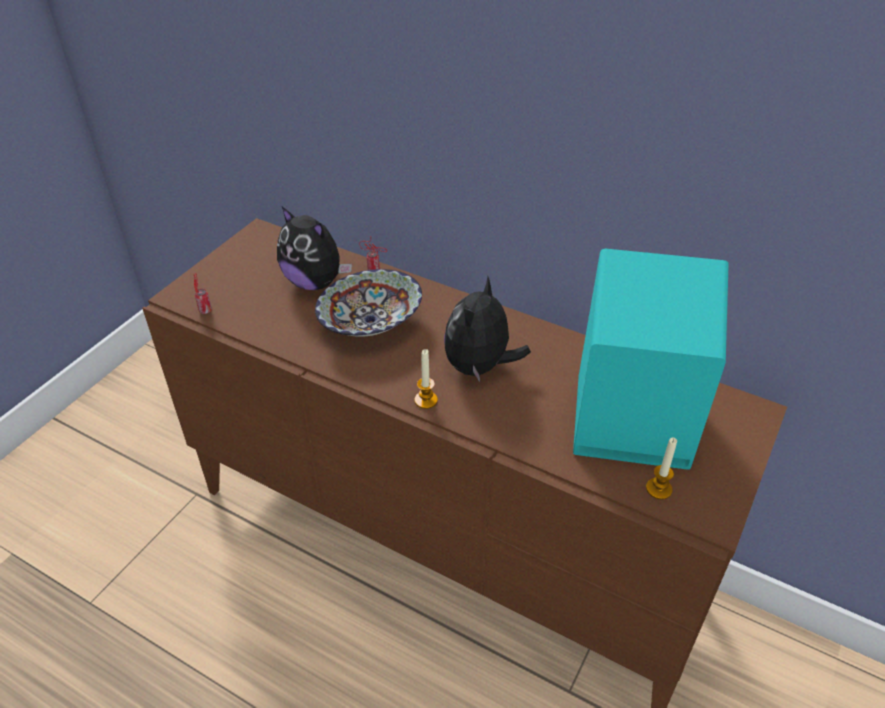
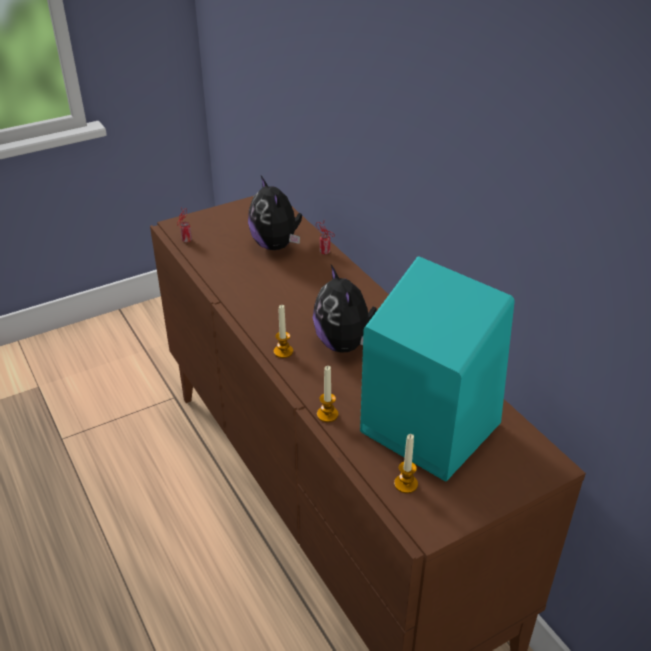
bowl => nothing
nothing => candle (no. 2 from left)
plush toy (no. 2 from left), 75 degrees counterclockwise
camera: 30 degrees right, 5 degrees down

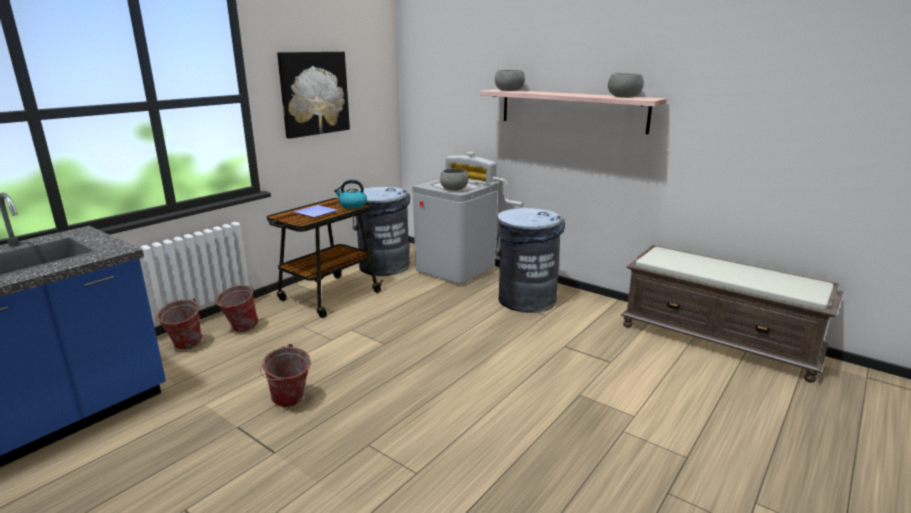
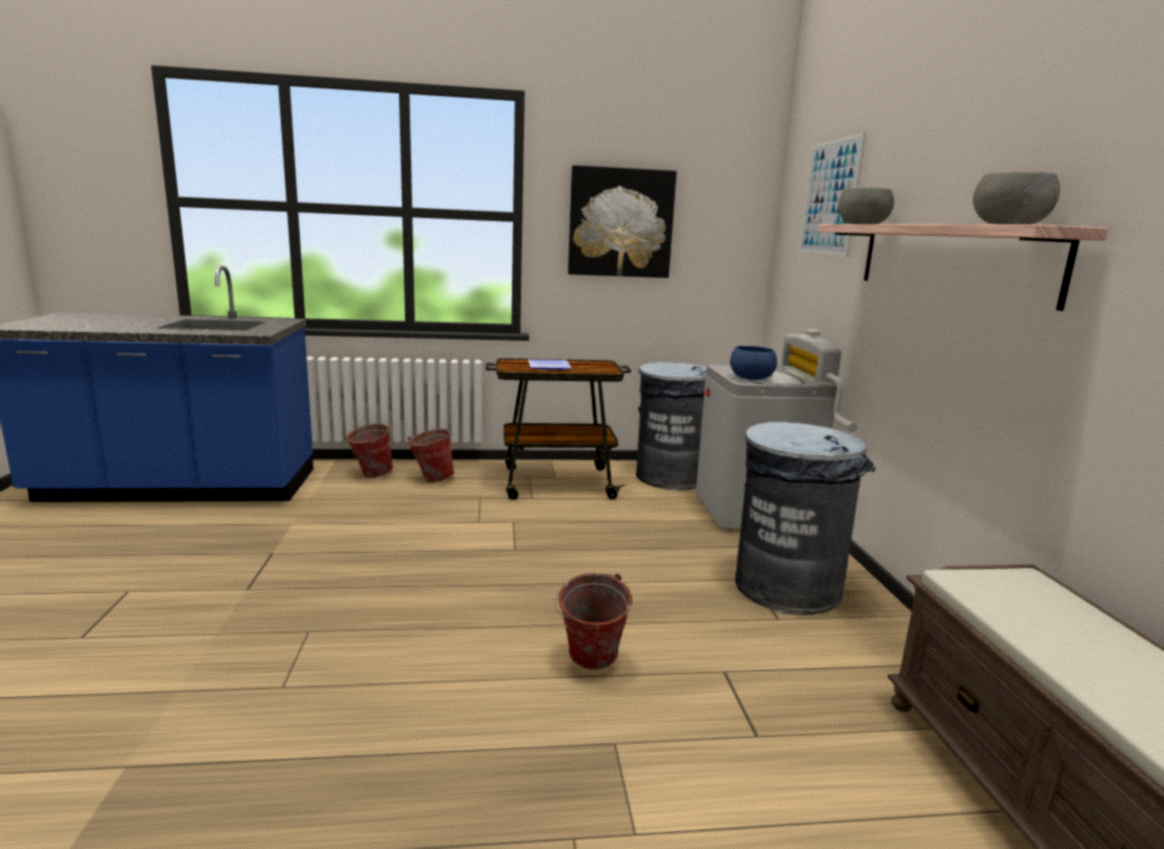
kettle => nothing
nothing => picture (no. 2 from left)
bucket (no. 3 from left), shifted
bowl in grey (no. 1 from left) => bowl in blue
camera: 45 degrees right, 5 degrees down

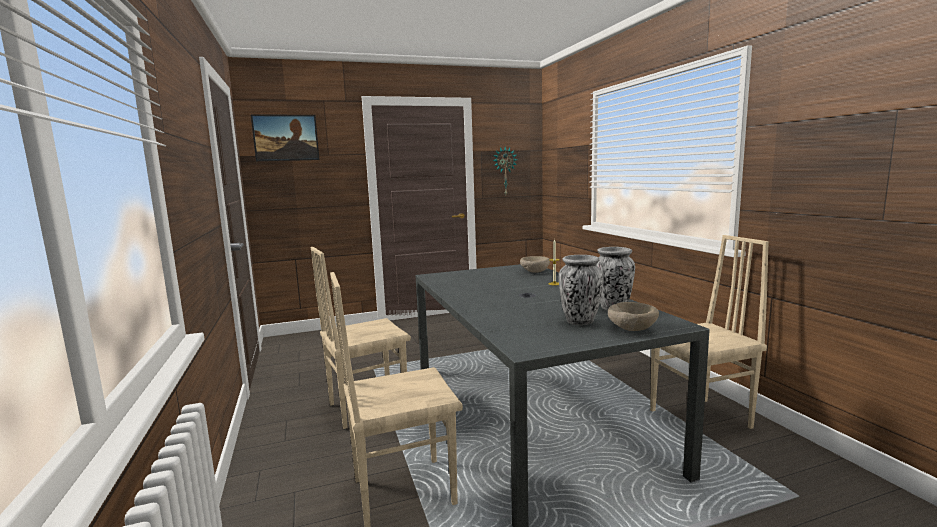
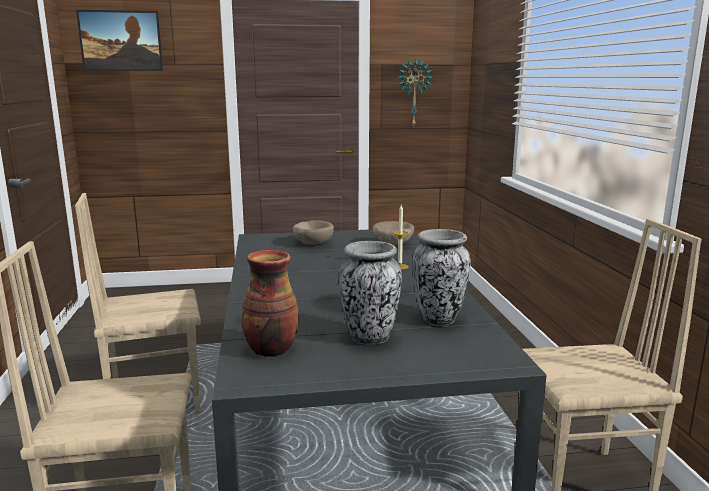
nothing => vase (no. 1 from left)
bowl in beige (no. 2 from left in the first image) => bowl in beige (no. 1 from left), shifted
camera: 10 degrees right, 5 degrees up

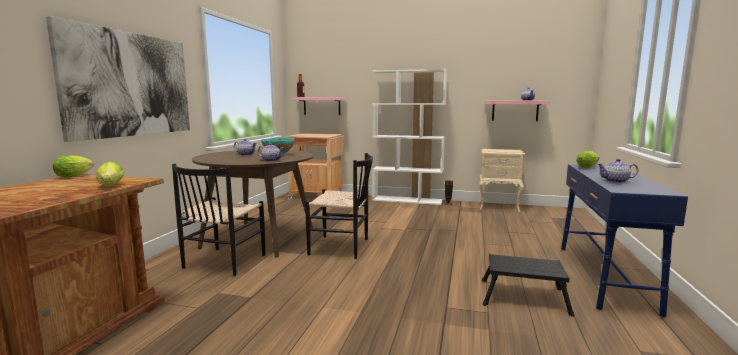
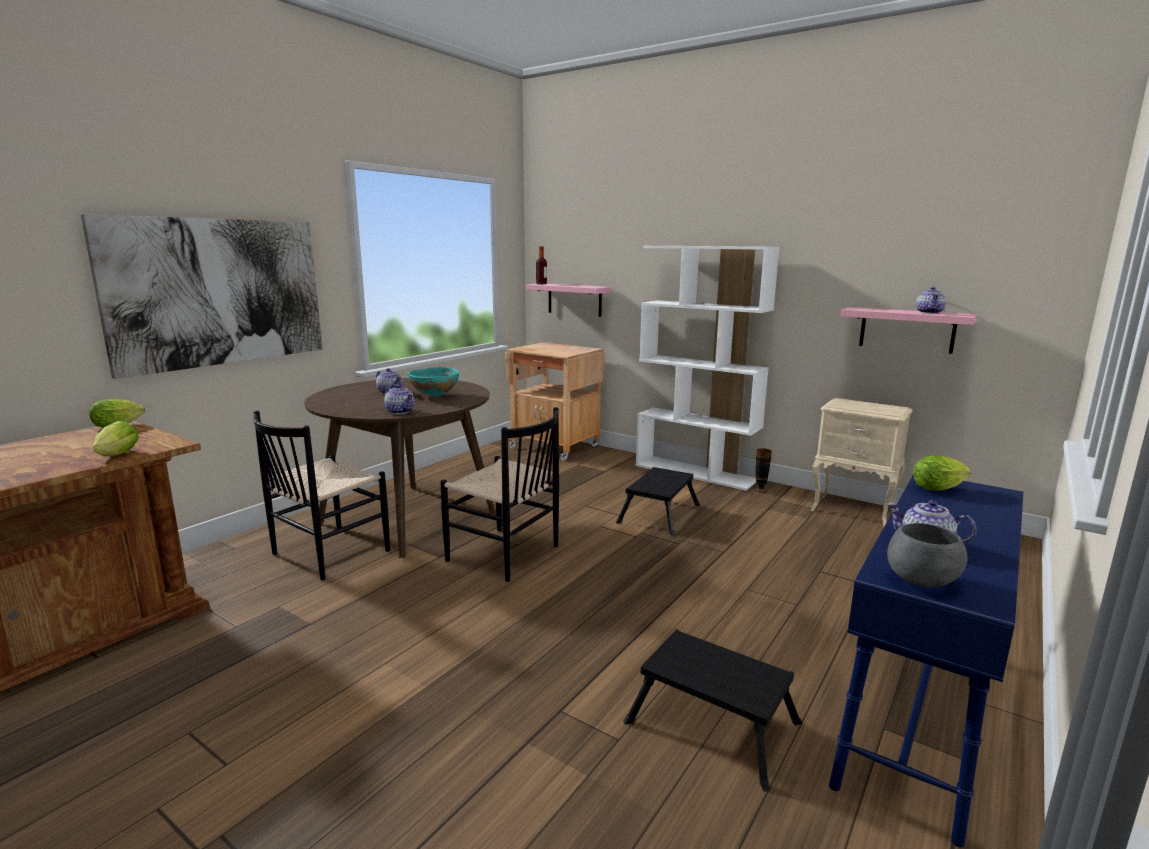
nothing => step ladder in black (no. 1 from left)
nothing => bowl in grey
camera: 20 degrees right, 5 degrees up

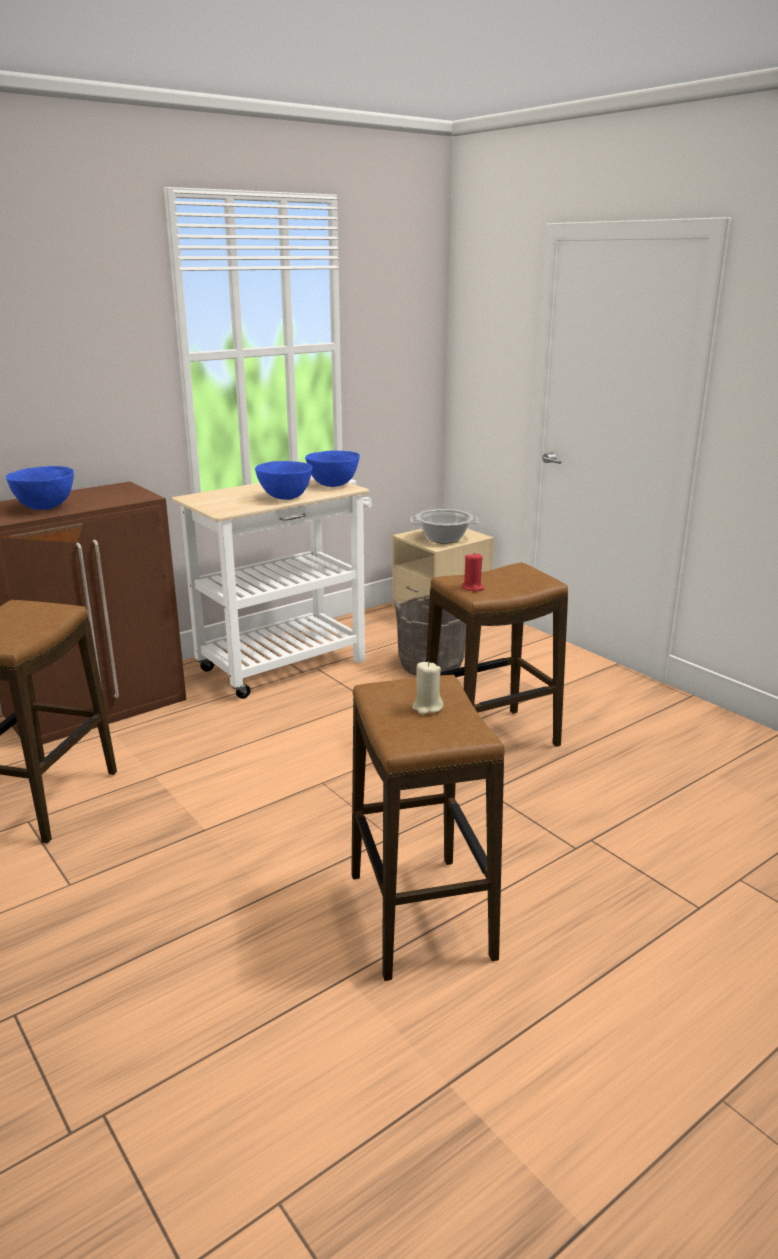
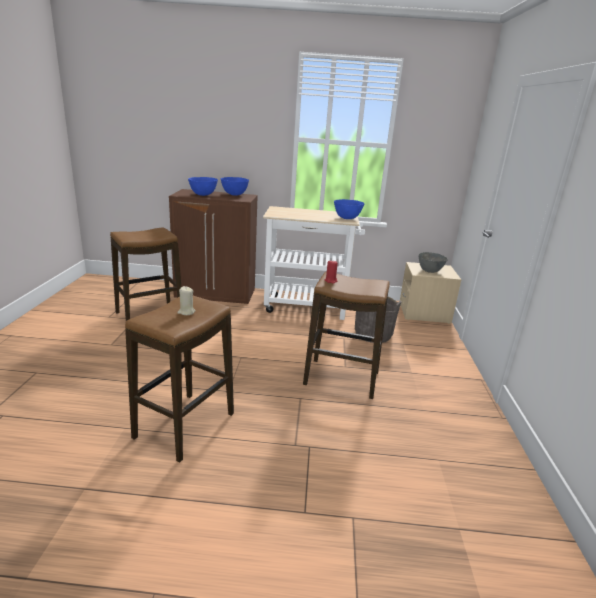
bowl in blue (no. 2 from left), shifted
cooking pot => bowl in grey
camera: 40 degrees right, 0 degrees up

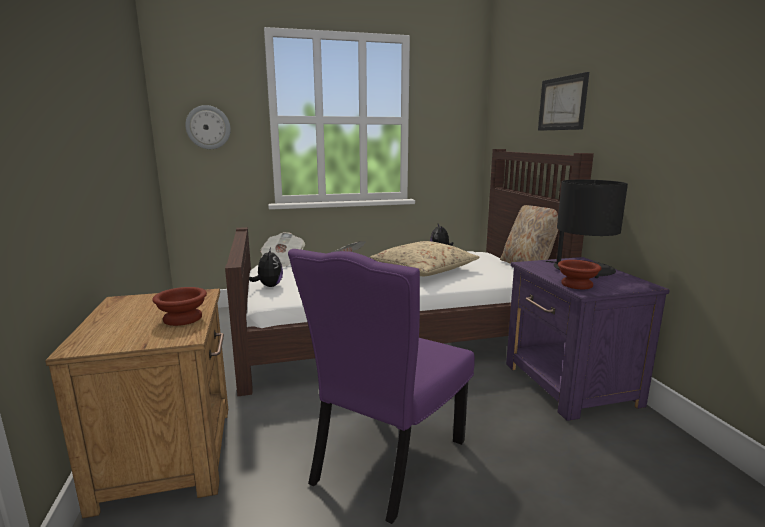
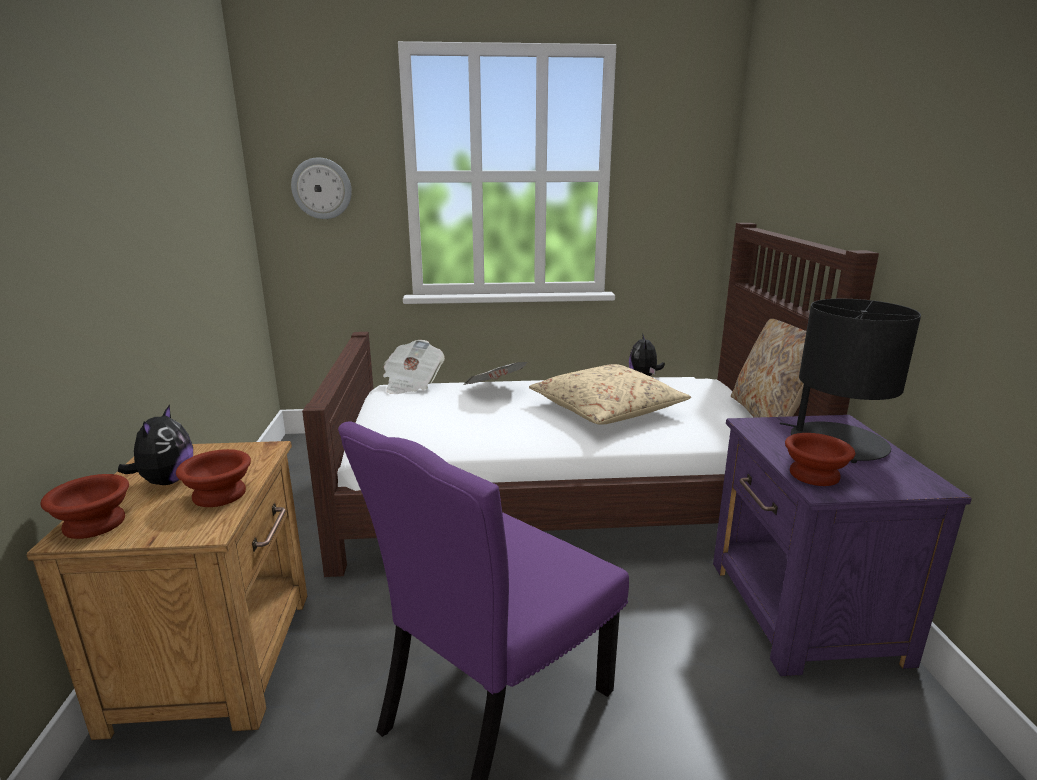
picture => nothing
nothing => bowl in brown (no. 1 from left)
plush toy (no. 1 from left), shifted
camera: 10 degrees right, 5 degrees up

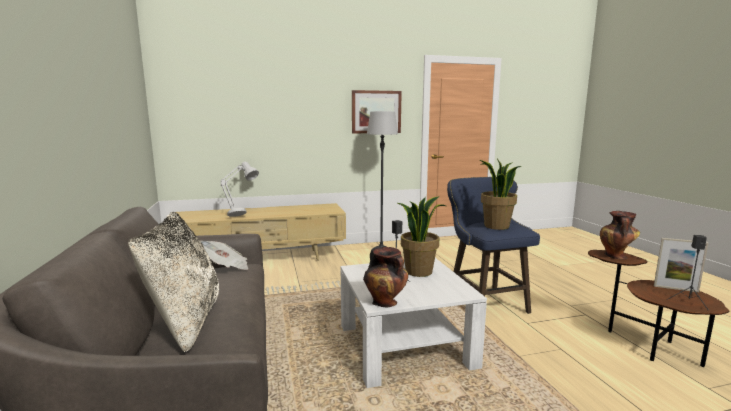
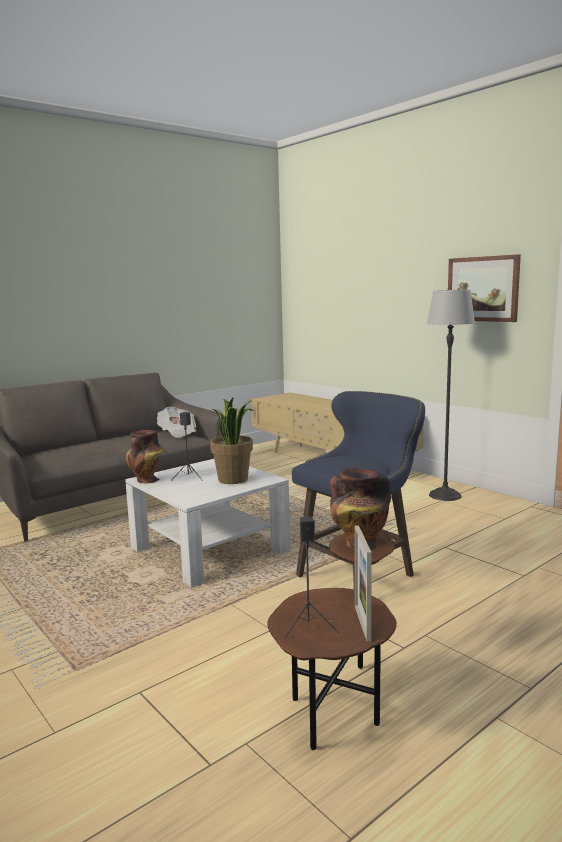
pillow in beige => nothing
table lamp in grey => nothing
potted plant (no. 2 from left) => nothing
camera: 65 degrees right, 0 degrees up

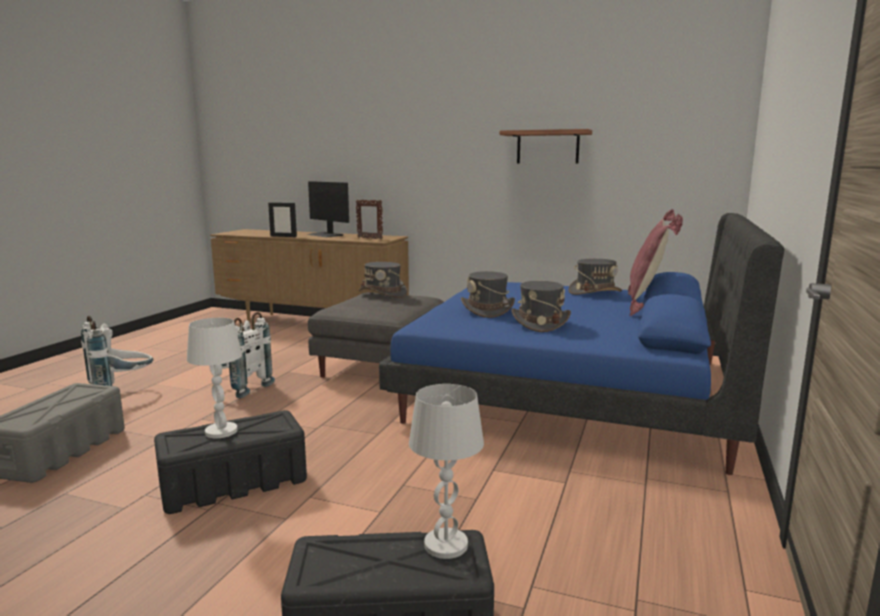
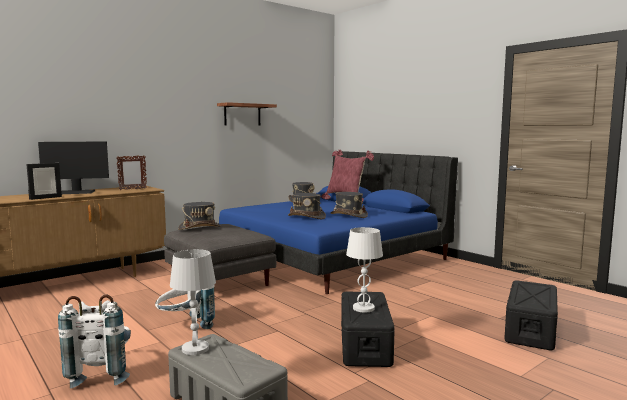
table lamp in white (no. 2 from left in the first image) => table lamp in white (no. 1 from left), shifted
camera: 60 degrees left, 5 degrees down

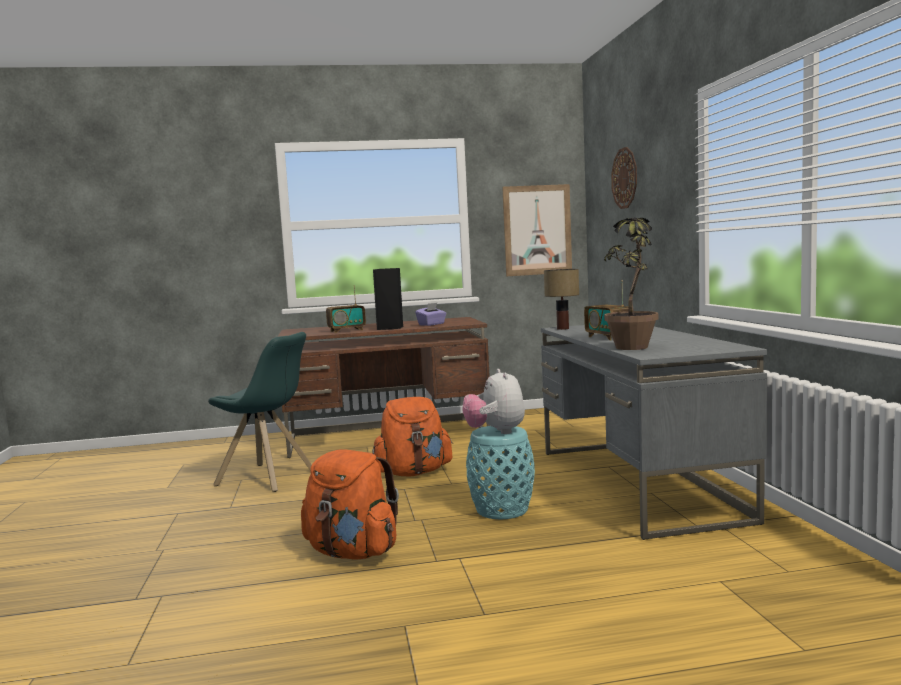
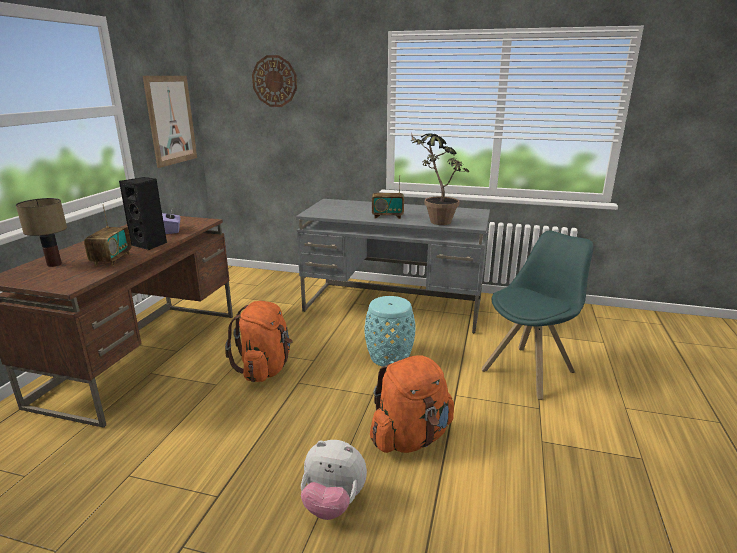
chair in turquoise, shifted
plush toy, shifted
table lamp, shifted
camera: 65 degrees left, 15 degrees up

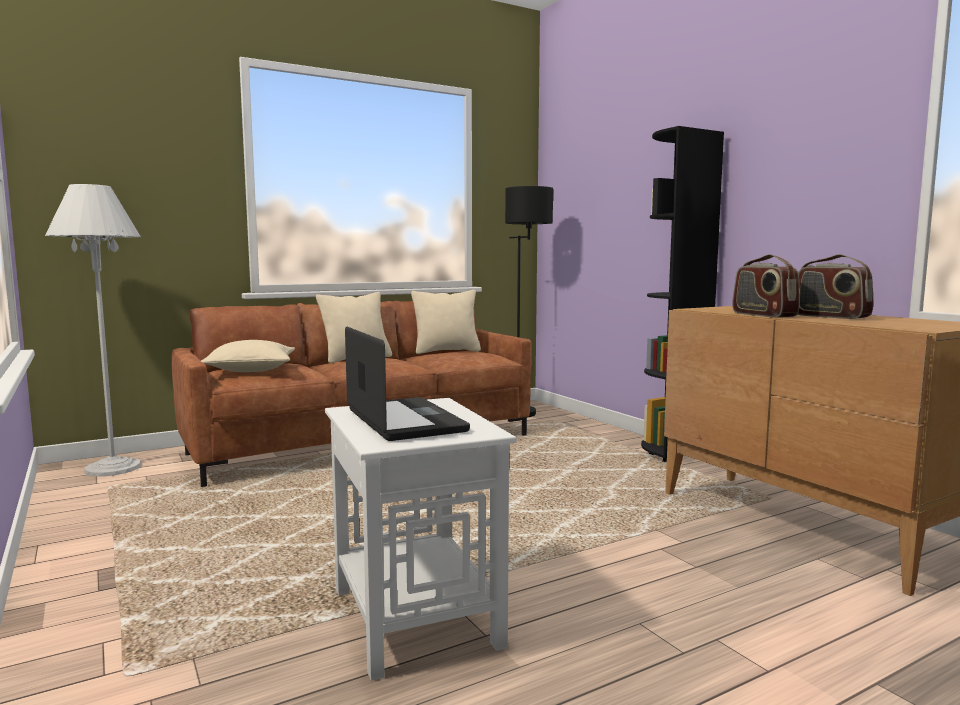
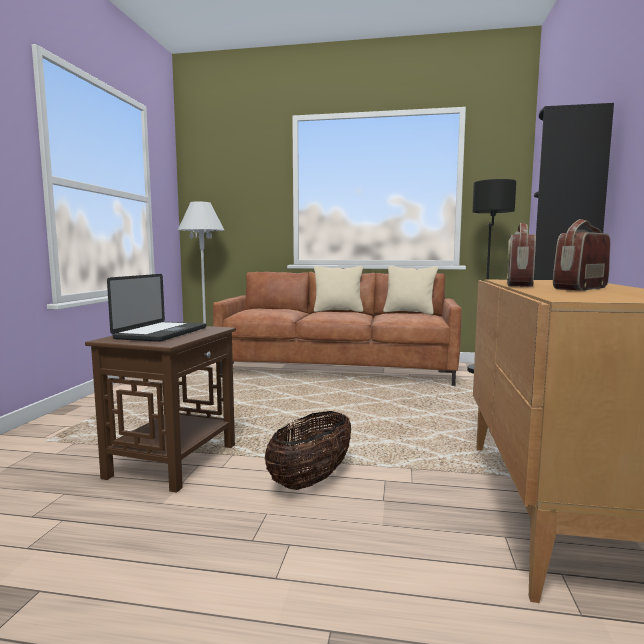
pillow in beige (no. 1 from left) => nothing
nothing => basket
side table in white => side table in brown
radio (no. 2 from left), 45 degrees clockwise
camera: 40 degrees right, 0 degrees up

